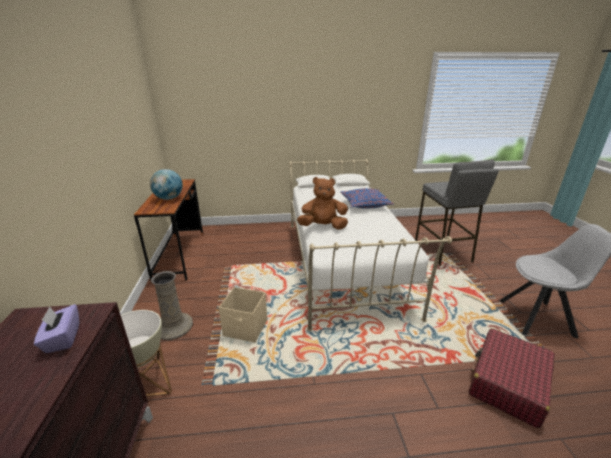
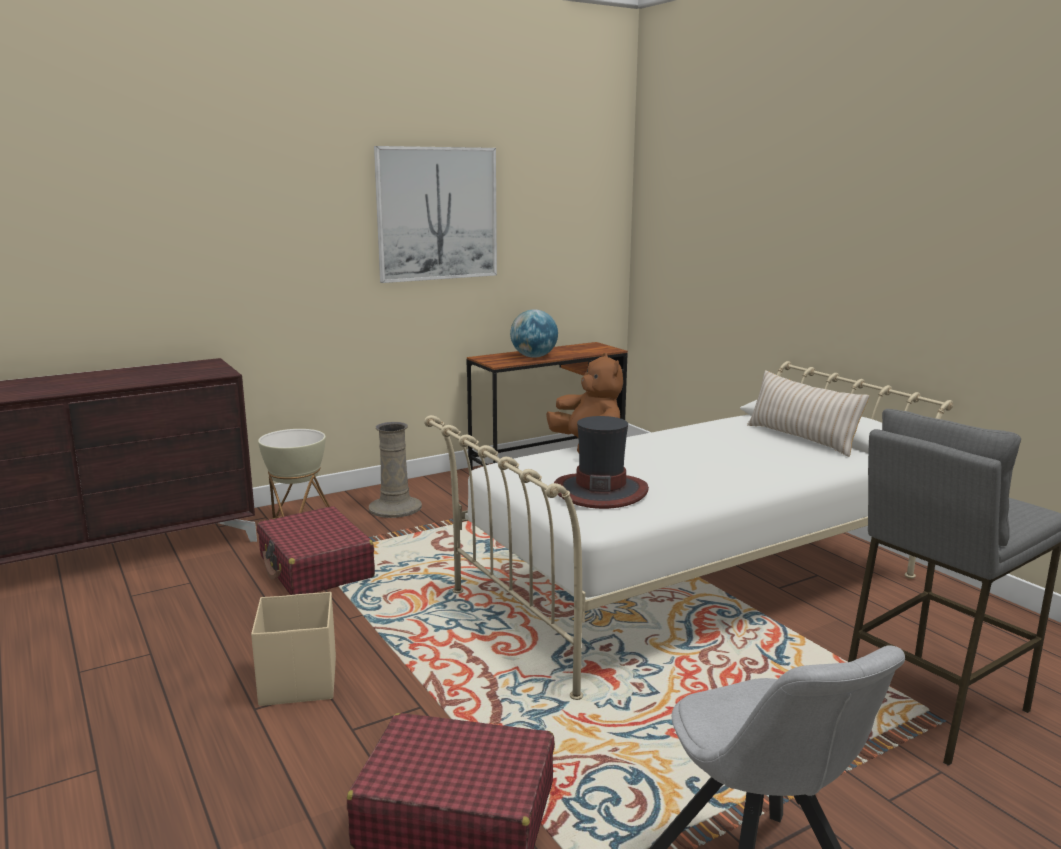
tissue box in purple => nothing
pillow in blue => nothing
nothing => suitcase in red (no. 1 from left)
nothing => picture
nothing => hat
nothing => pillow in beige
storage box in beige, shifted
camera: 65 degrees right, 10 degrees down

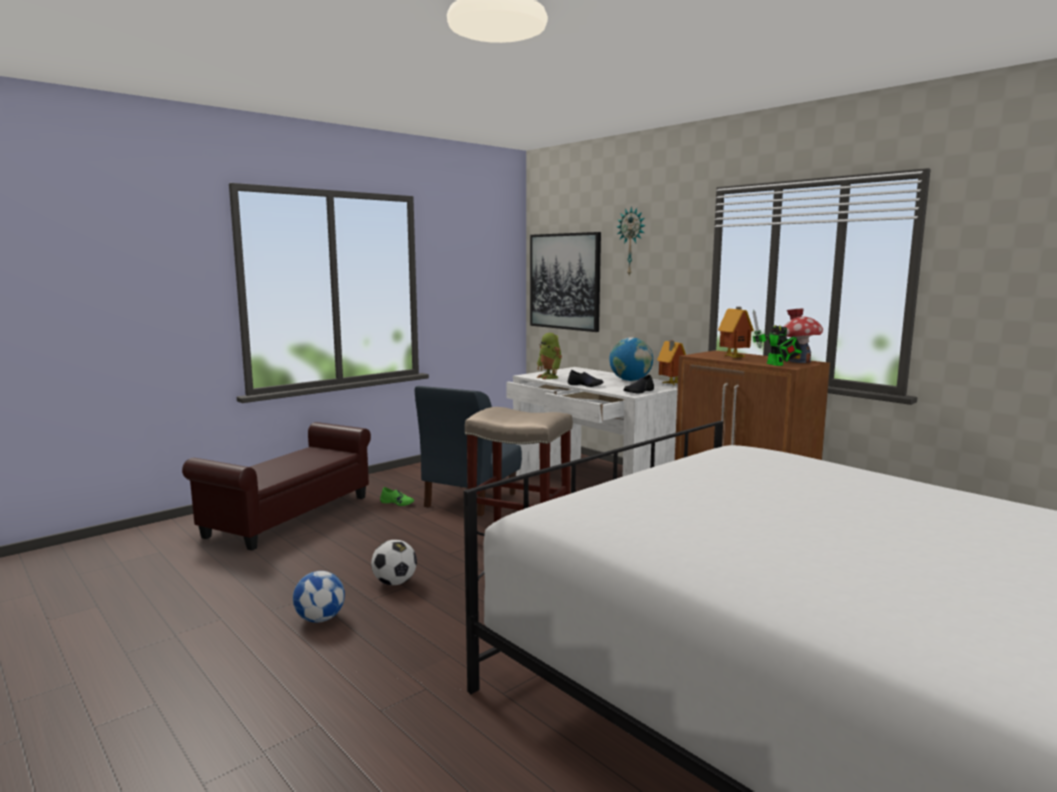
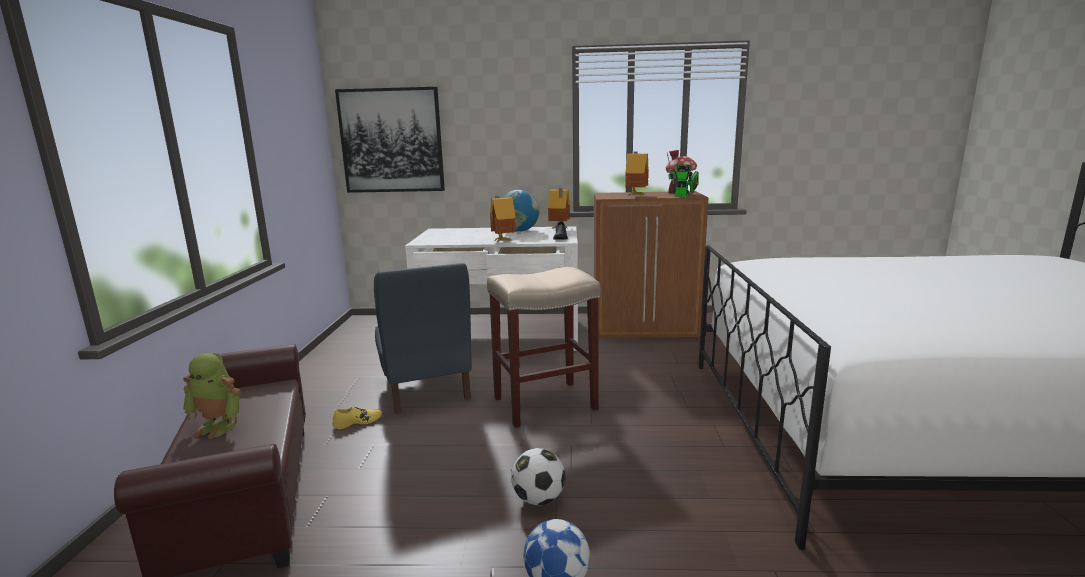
wall clock => nothing
toy robot (no. 1 from left), shifted
shoe in black (no. 1 from left) => toy house (no. 1 from left)
shoe in green => shoe in yellow
camera: 45 degrees left, 5 degrees up

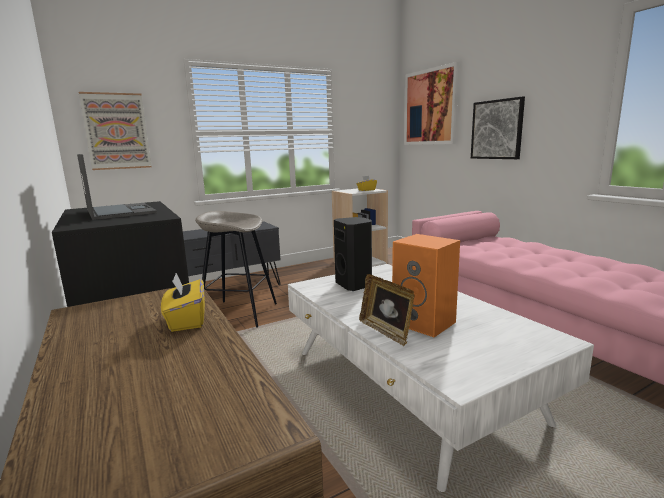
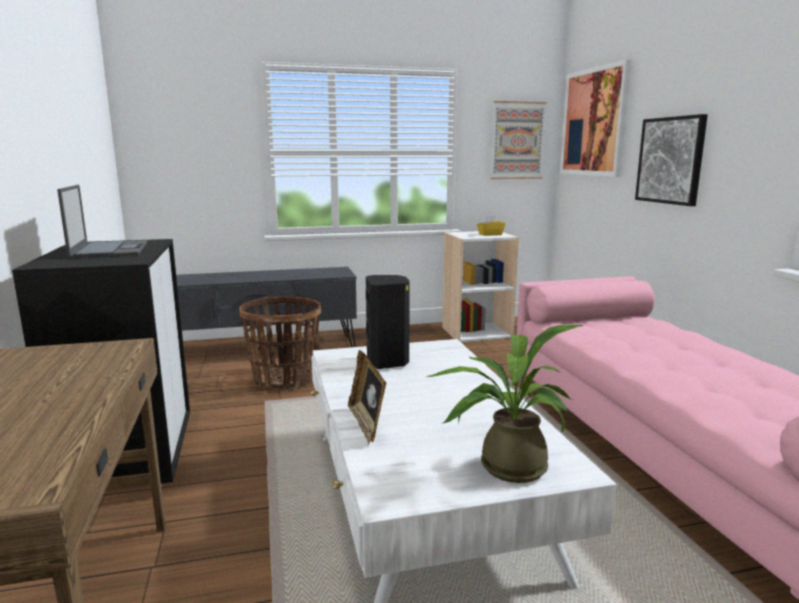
tissue box in yellow (no. 1 from left) => nothing
speaker in orange => nothing
nothing => potted plant
picture (no. 1 from left), shifted
stool in grey => basket
camera: 15 degrees right, 0 degrees up

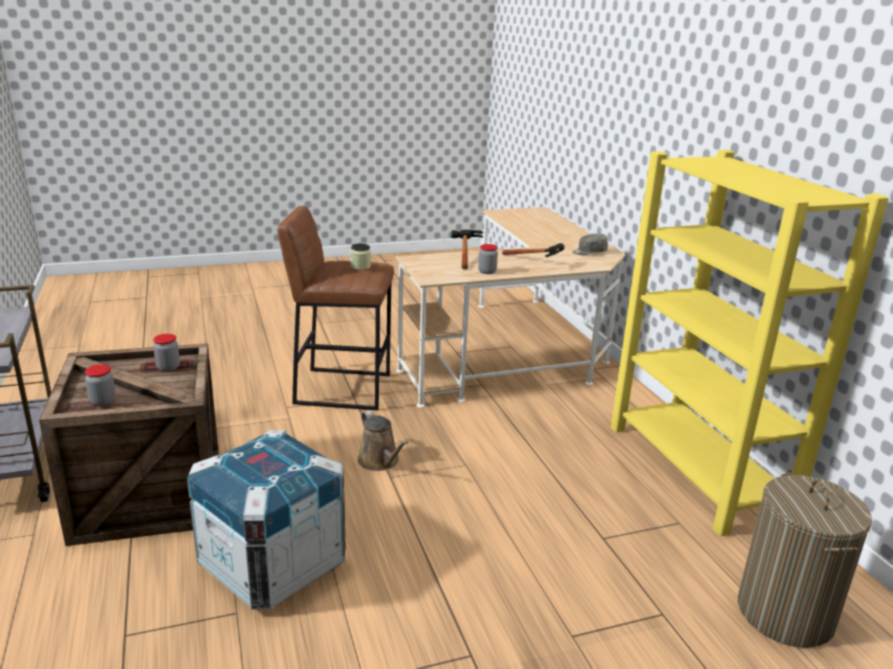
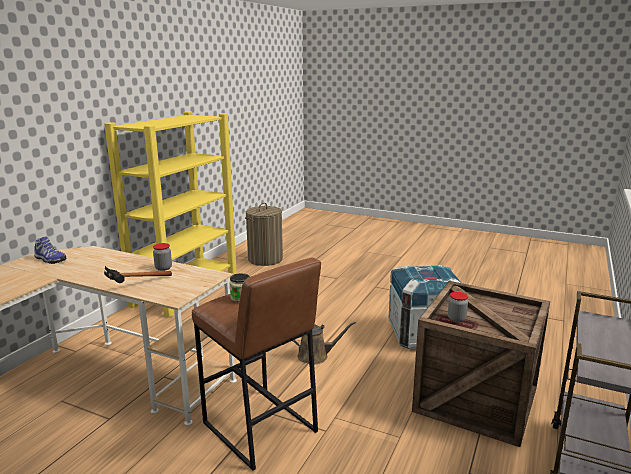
jar (no. 1 from left) => nothing
hammer (no. 2 from left) => nothing
cap in grey => shoe
watering can in brown, 75 degrees clockwise
camera: 135 degrees left, 5 degrees down

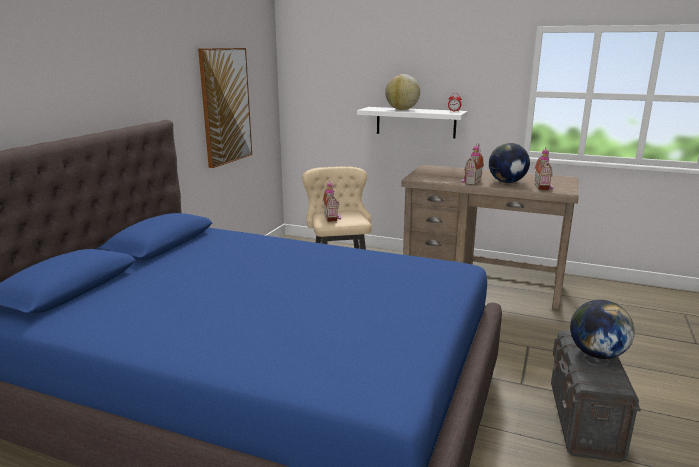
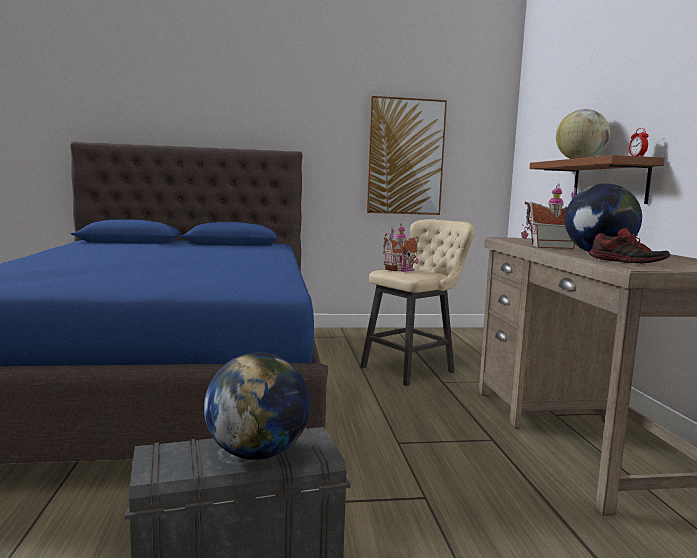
toy house (no. 3 from left) => shoe
shelf in white => shelf in brown
camera: 60 degrees right, 10 degrees down

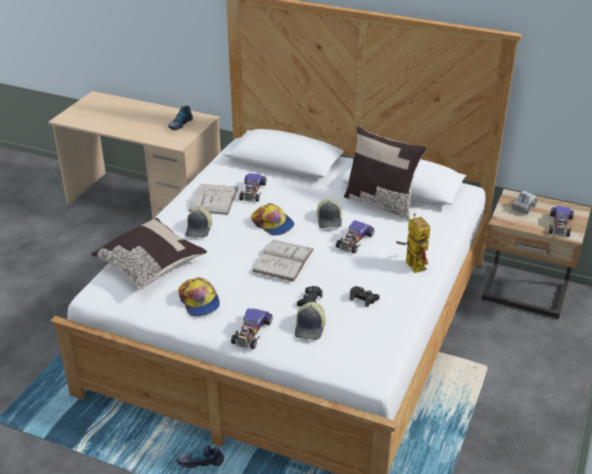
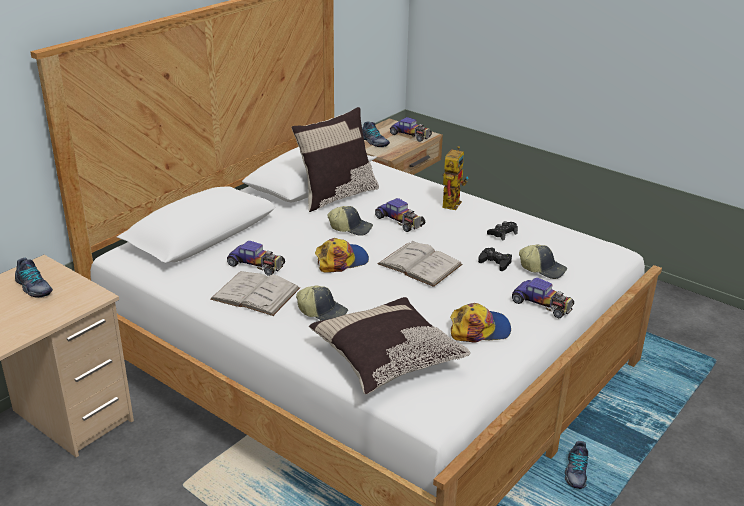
toy truck => shoe (no. 2 from left)
toy robot, 120 degrees clockwise
camera: 75 degrees left, 5 degrees down

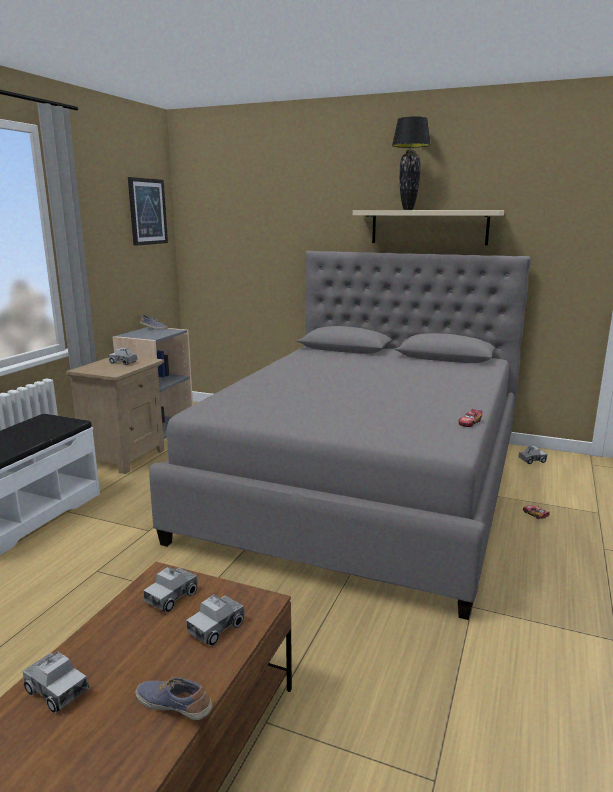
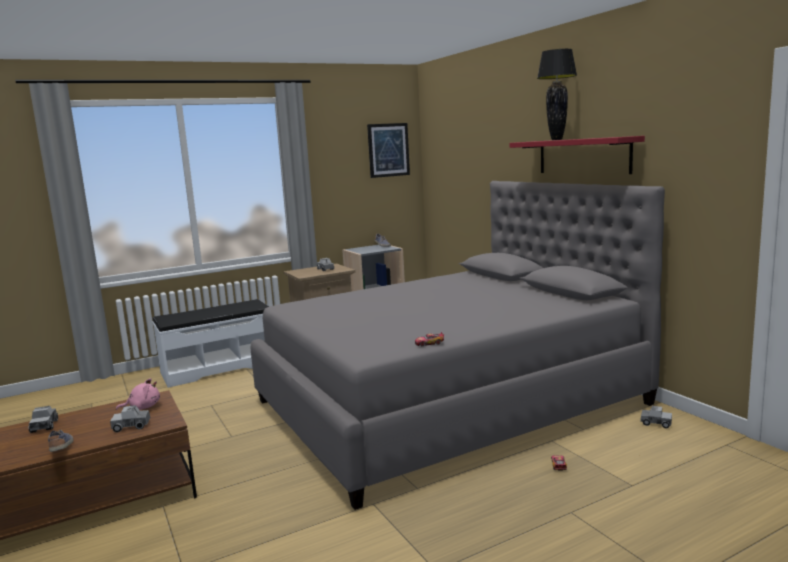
toy truck (no. 3 from left) => plush toy in pink
shelf in beige => shelf in red
camera: 40 degrees right, 5 degrees down

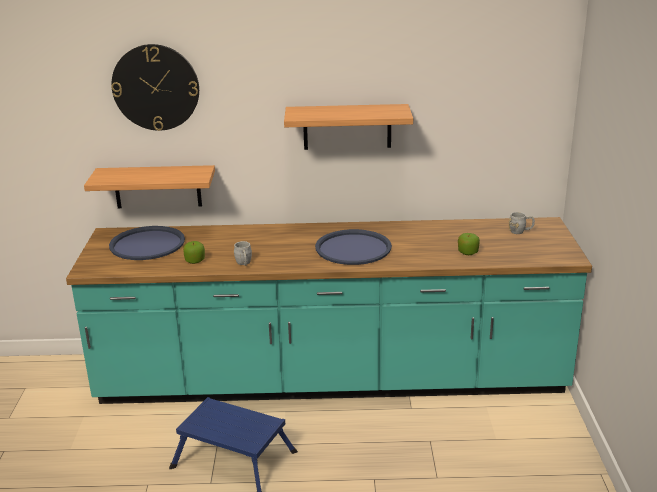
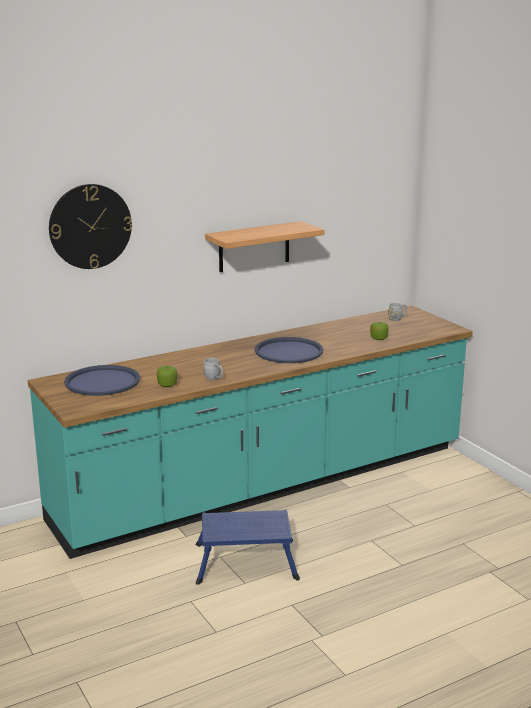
shelf (no. 1 from left) => nothing
camera: 30 degrees left, 5 degrees down

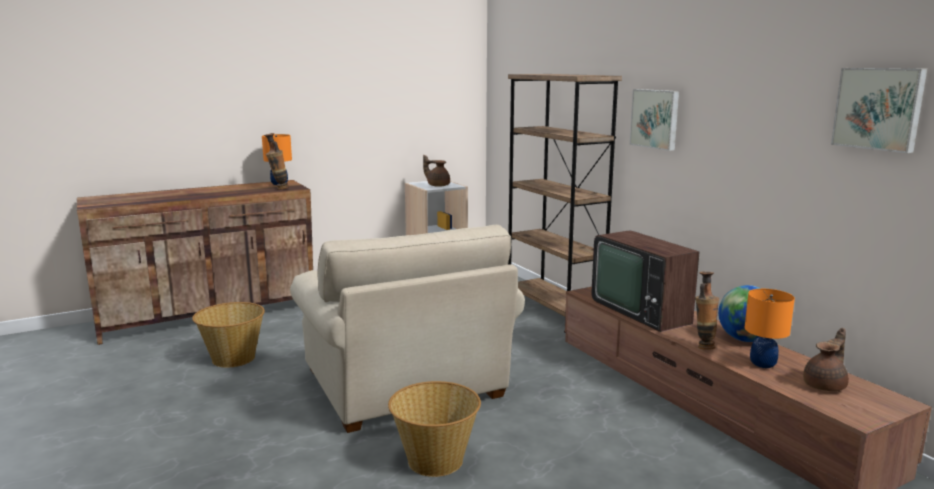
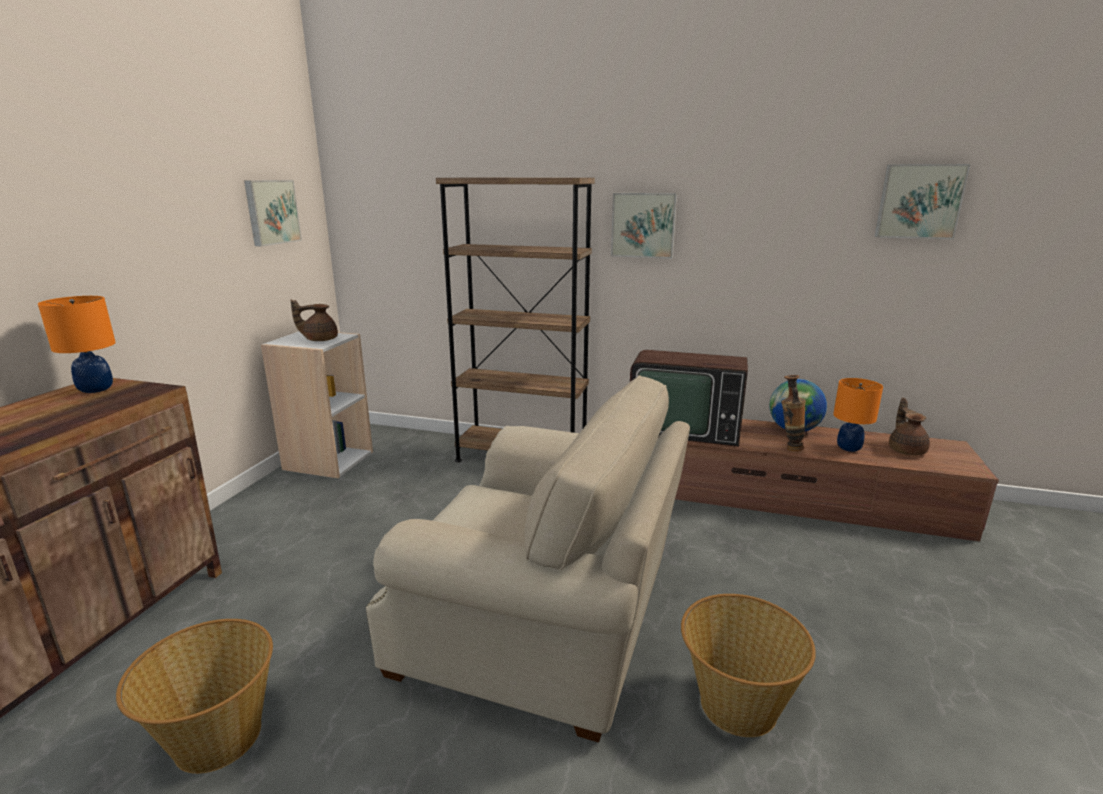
vase (no. 1 from left) => nothing
nothing => picture (no. 1 from left)
camera: 45 degrees left, 5 degrees up

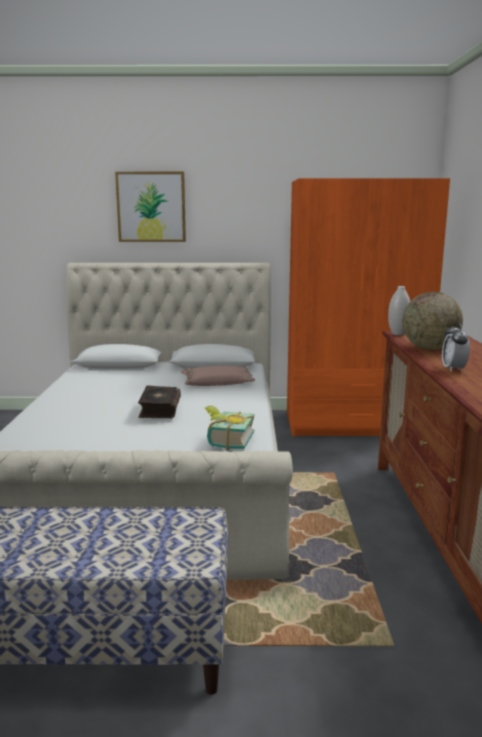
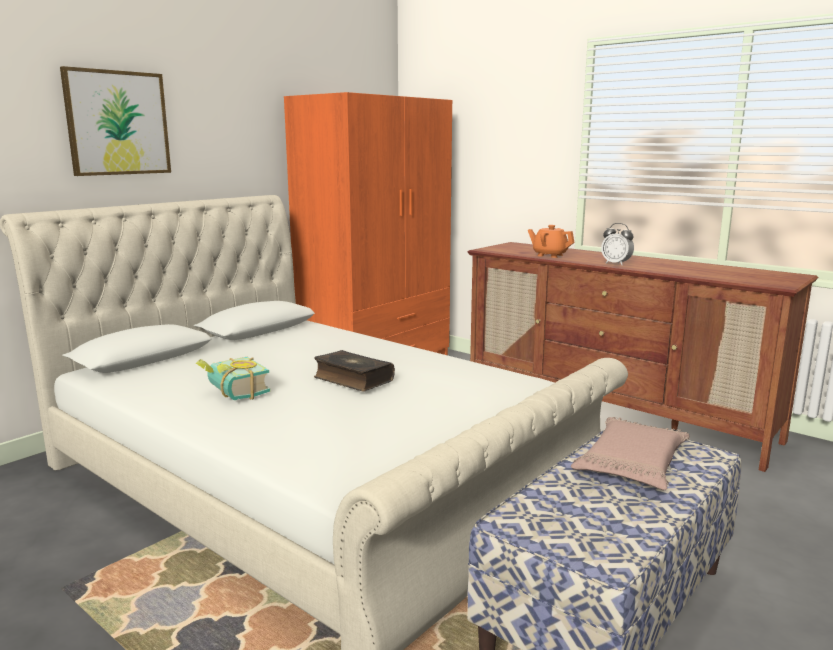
vase in white => nothing
pillow in beige, shifted
book (no. 2 from left in the first image) => book (no. 1 from left), shifted
globe => teapot in orange
camera: 50 degrees left, 0 degrees up

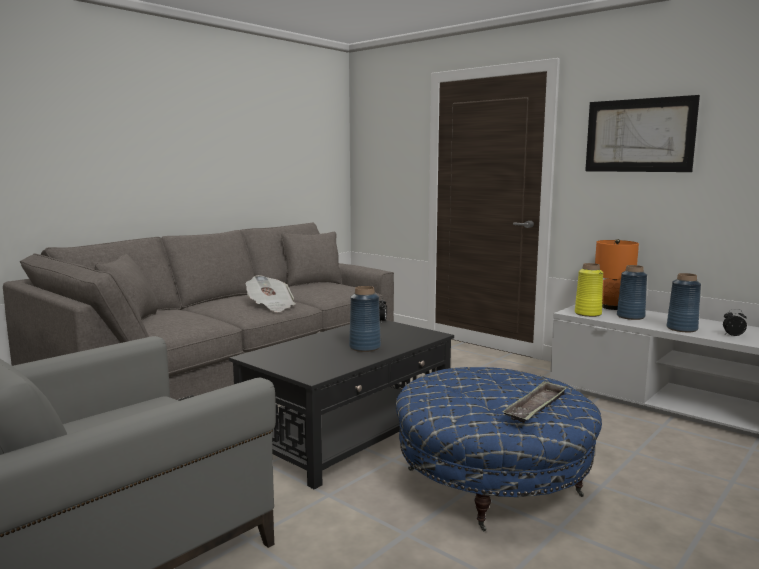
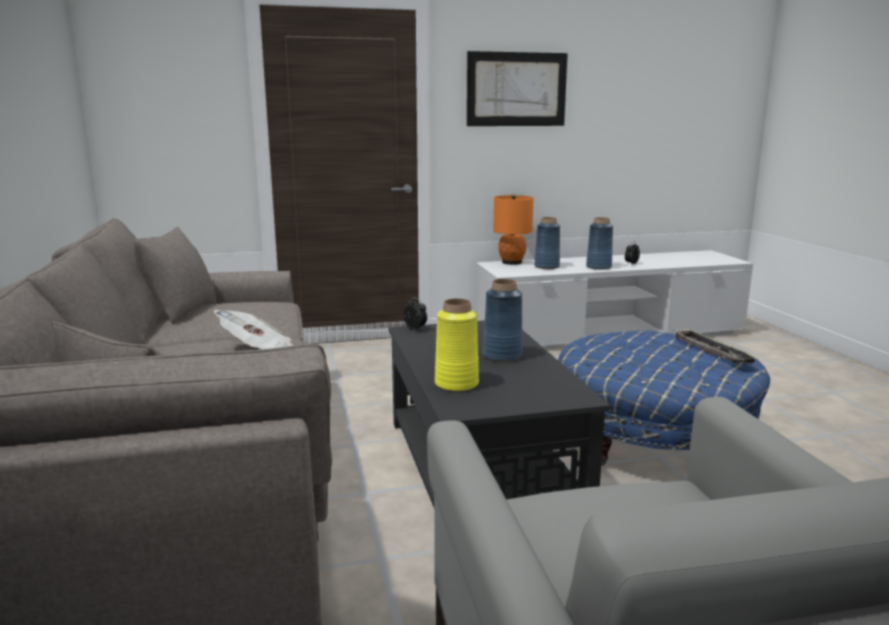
vase in yellow, shifted
camera: 55 degrees left, 5 degrees up

